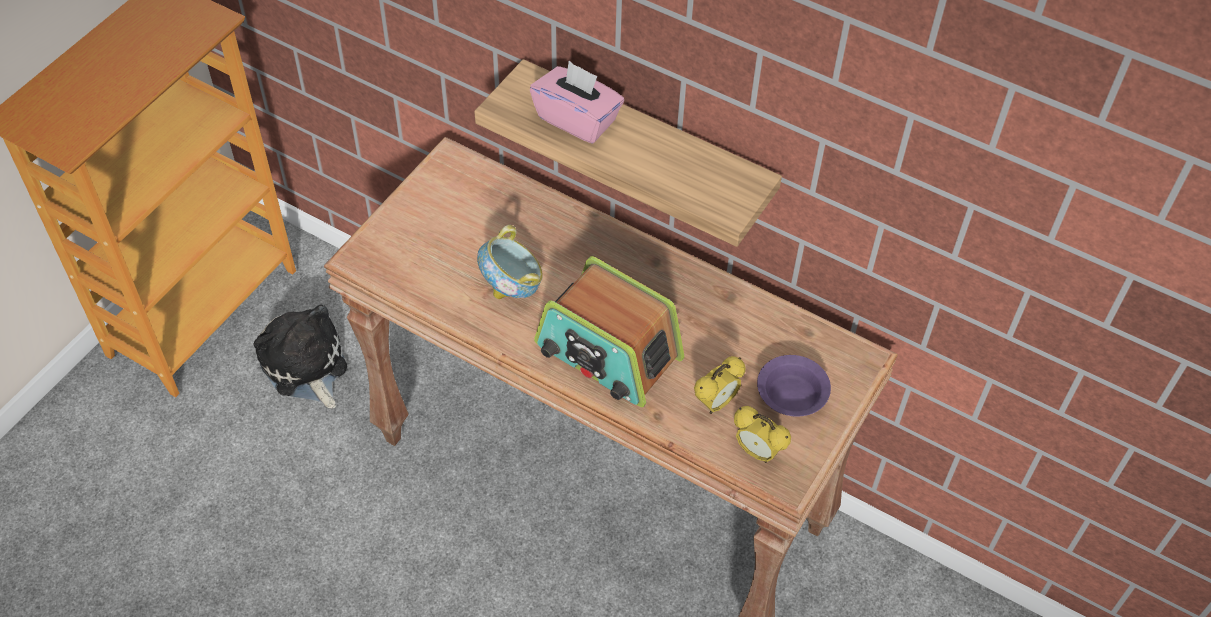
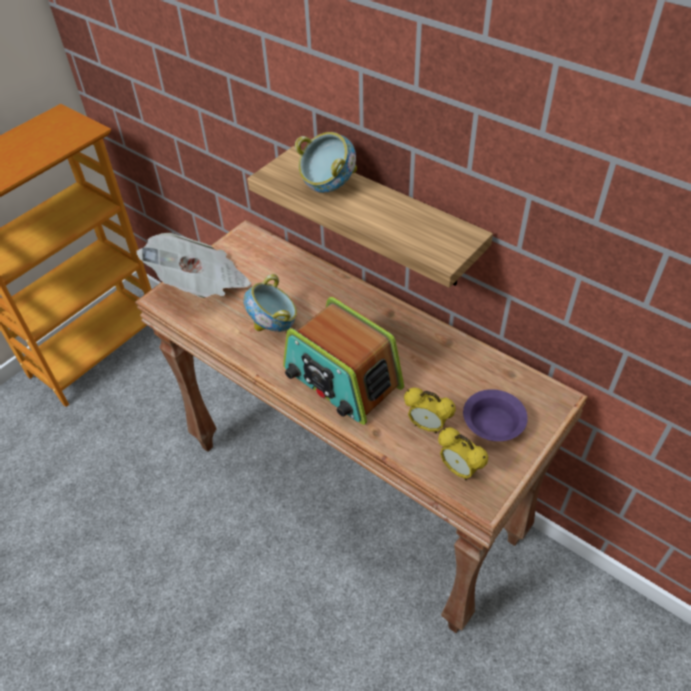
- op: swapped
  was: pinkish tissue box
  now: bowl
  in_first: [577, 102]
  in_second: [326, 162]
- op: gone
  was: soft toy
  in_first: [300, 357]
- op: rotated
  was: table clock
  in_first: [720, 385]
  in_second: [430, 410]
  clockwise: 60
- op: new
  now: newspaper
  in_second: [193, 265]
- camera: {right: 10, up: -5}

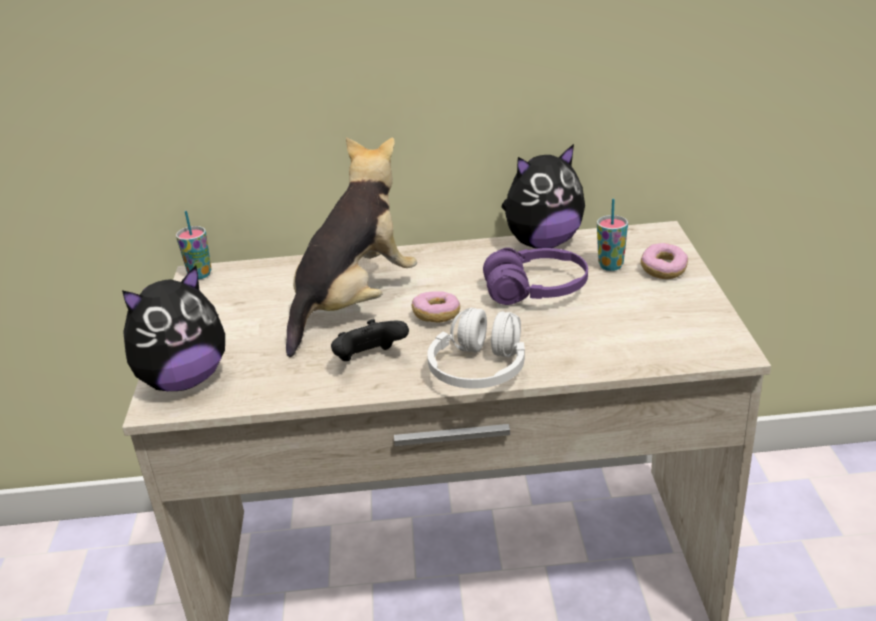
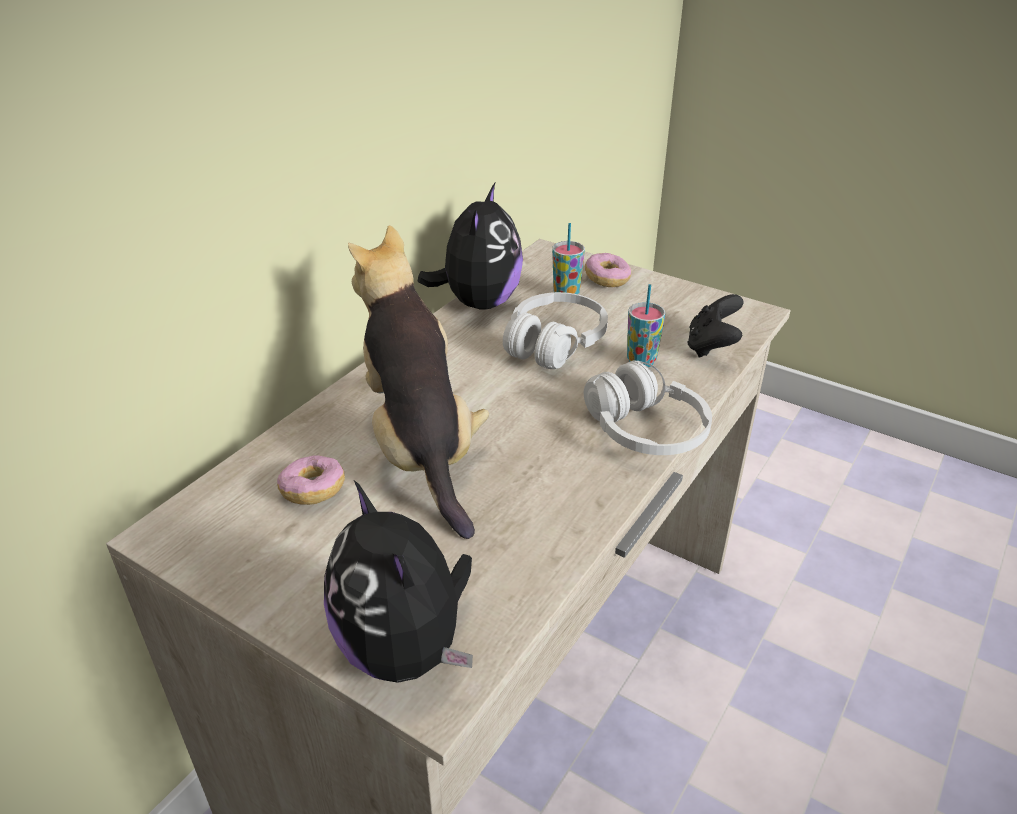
- op: shifted
  was: small cup
  in_first: [193, 245]
  in_second: [646, 325]
- op: repainted
  was: purple-coloured headphones
  now: white headphones
  in_first: [535, 276]
  in_second: [555, 330]
- op: rotated
  was: soft toy
  in_first: [173, 328]
  in_second: [398, 581]
  clockwise: 150
- op: shifted
  was: doughnut
  in_first: [436, 307]
  in_second: [311, 480]
- op: shifted
  was: blackish game controller
  in_first: [370, 340]
  in_second: [715, 326]
- camera: {right: -55, up: 5}

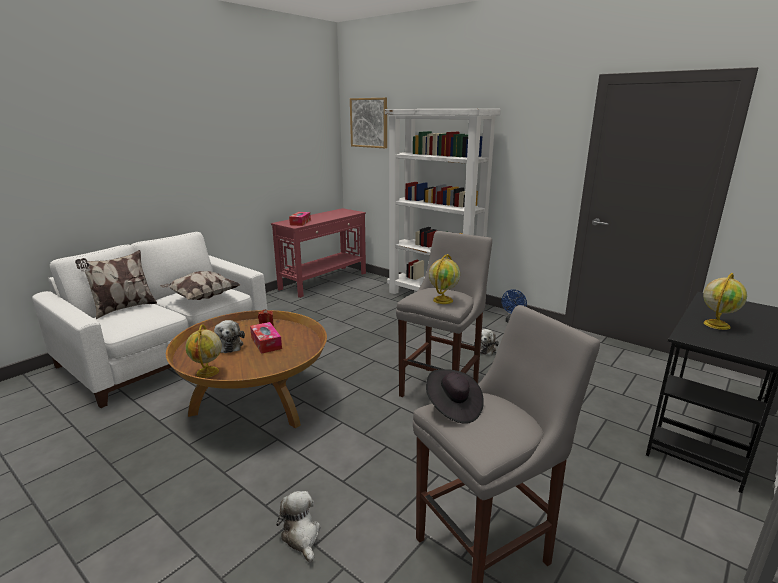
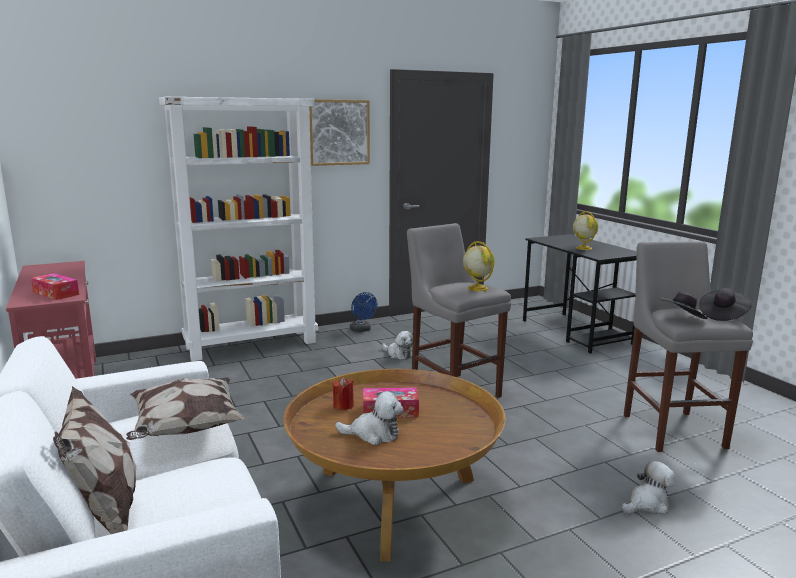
- op: shifted
  was: wall picture
  in_first: [368, 123]
  in_second: [339, 132]
- op: gone
  was: world globe
  in_first: [203, 351]
- op: rotated
  was: soft toy
  in_first: [298, 527]
  in_second: [648, 487]
  clockwise: 150
- op: new
  now: blackish wearable hat
  in_second: [726, 304]
- camera: {right: -65, up: -5}

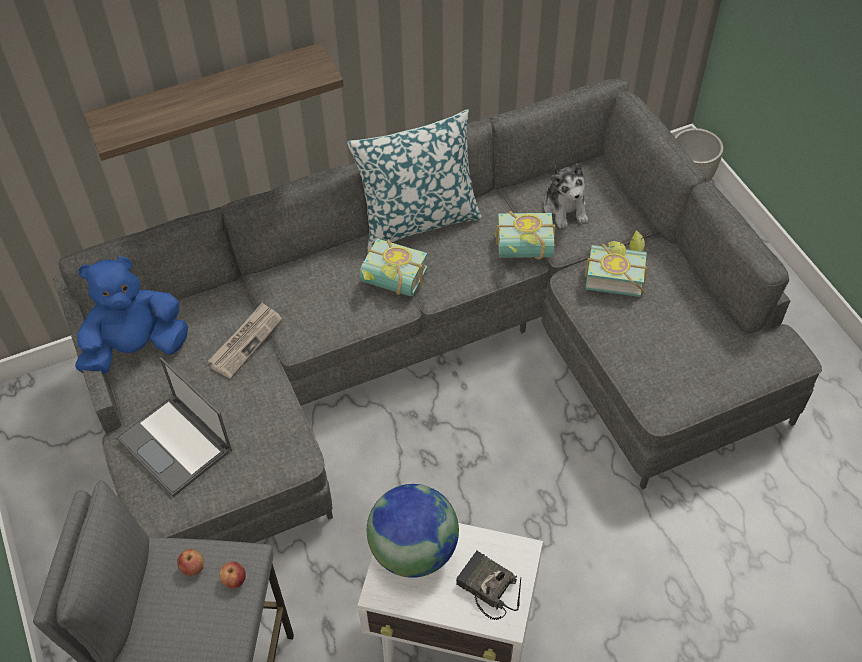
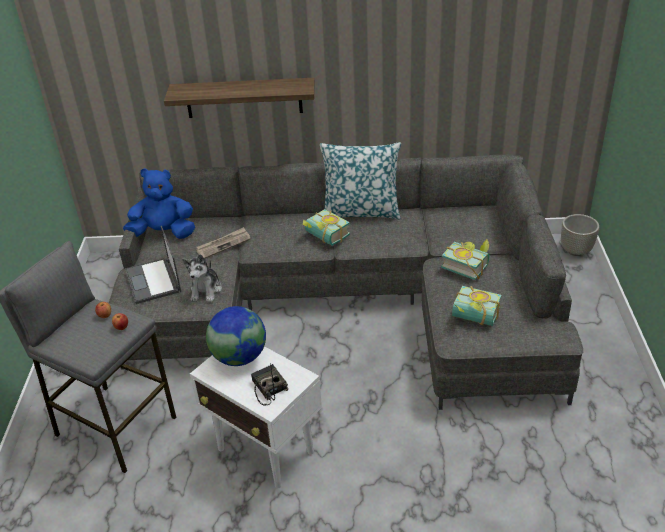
- op: shifted
  was: soft toy
  in_first: [566, 195]
  in_second: [202, 278]
- op: shifted
  was: volume
  in_first: [525, 235]
  in_second: [477, 306]
- camera: {right: 25, up: -15}

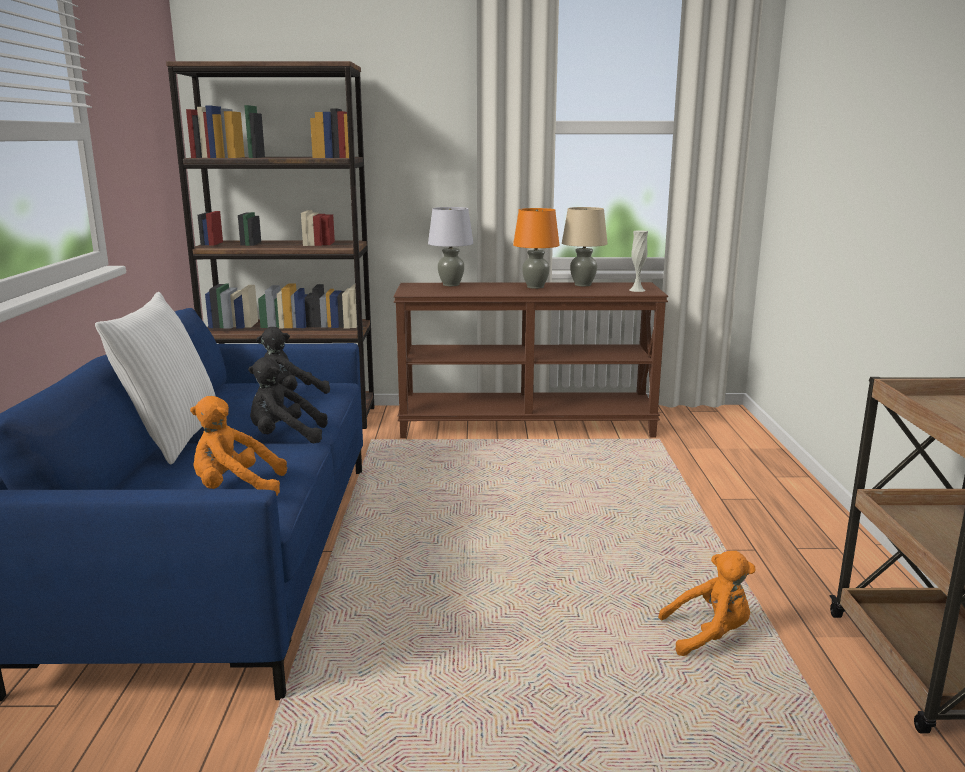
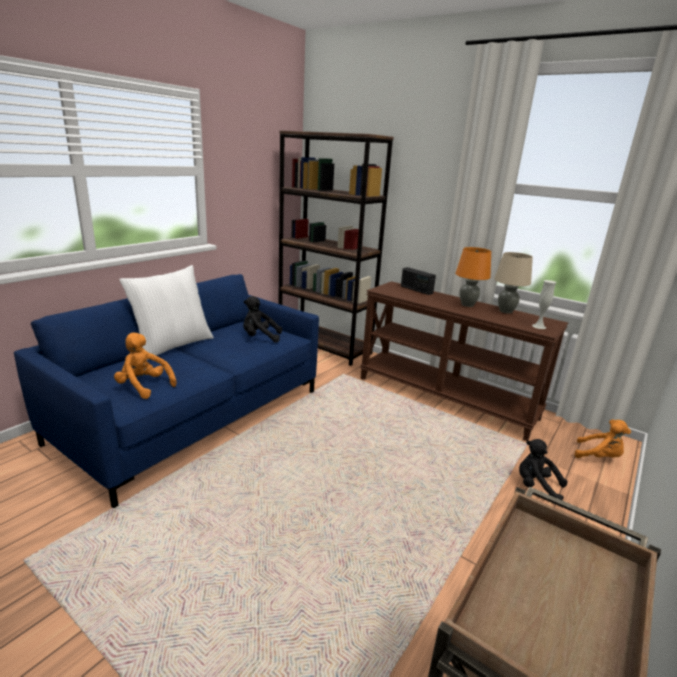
- op: swapped
  was: greyish lamp for a table
  now: radio set
  in_first: [451, 246]
  in_second: [418, 281]
- op: shifted
  was: blackish soft toy
  in_first: [288, 400]
  in_second: [543, 470]
- op: shifted
  was: orangey soft toy
  in_first: [707, 603]
  in_second: [603, 439]
- camera: {right: 35, up: 5}

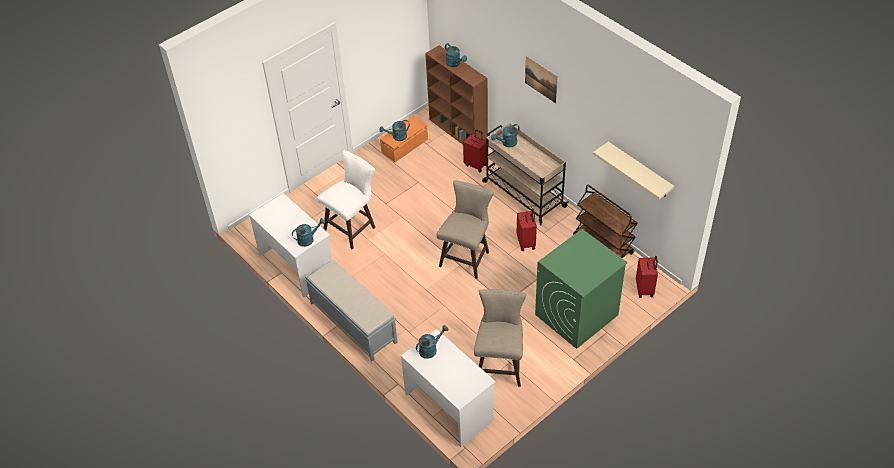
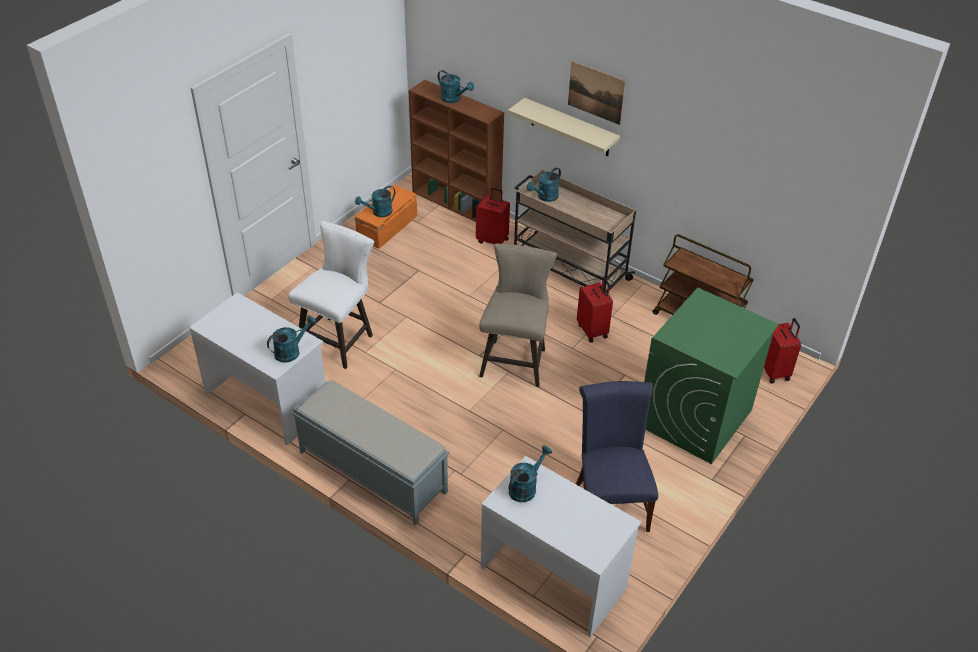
- op: shifted
  was: beige-coloured shelf
  in_first: [633, 170]
  in_second: [564, 127]
- op: swapped
  was: beige-coloured sitting stool
  now: blue-coloured chair
  in_first: [500, 338]
  in_second: [617, 456]
- camera: {right: -15, up: -5}

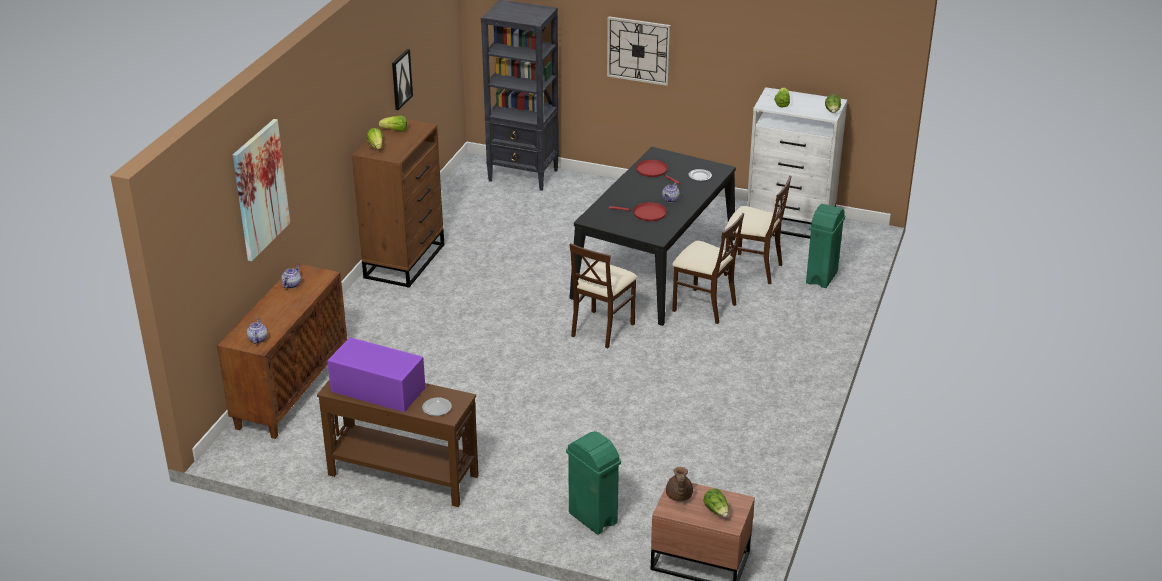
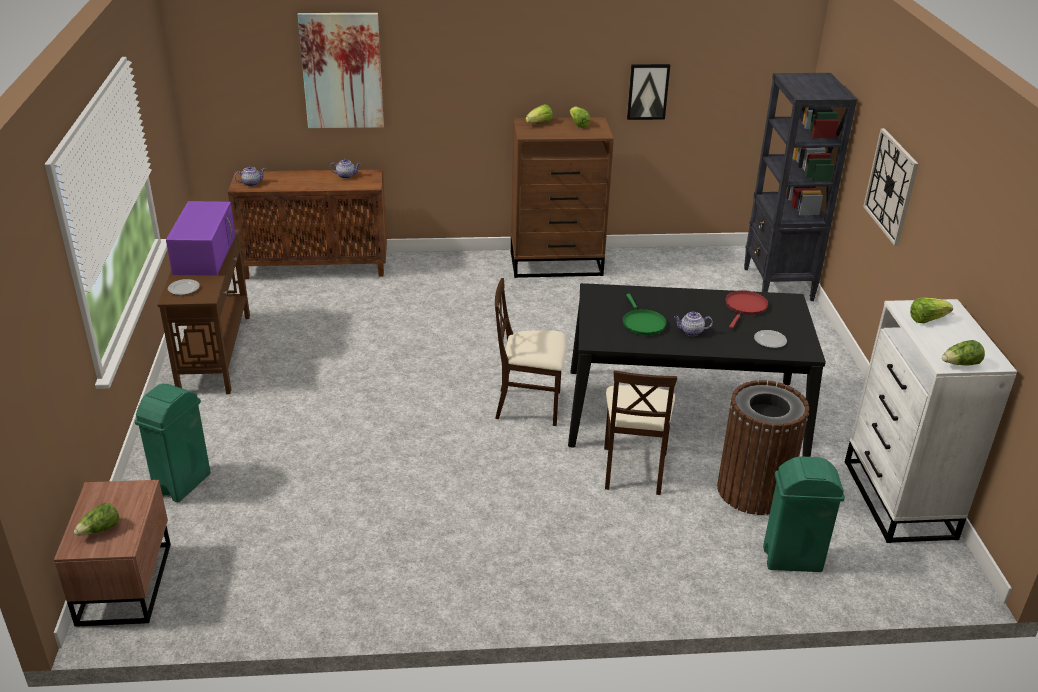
- op: swapped
  was: beige-coloured chair
  now: brown-coloured rubbish bin
  in_first: [758, 229]
  in_second: [763, 447]
- op: repainted
  was: red skillet
  now: greenish skillet
  in_first: [638, 211]
  in_second: [645, 314]
- op: gone
  was: brown-coloured tea pot
  in_first: [679, 484]
- camera: {right: 65, up: 0}

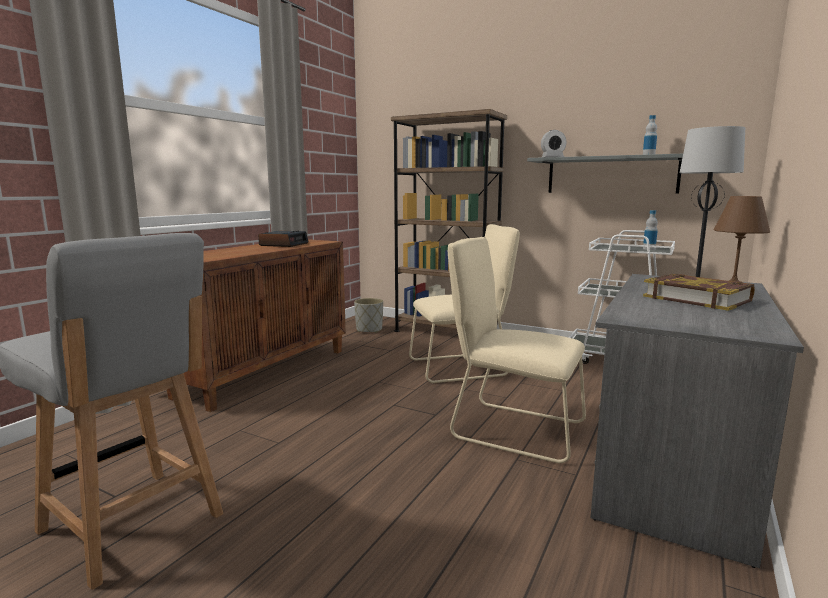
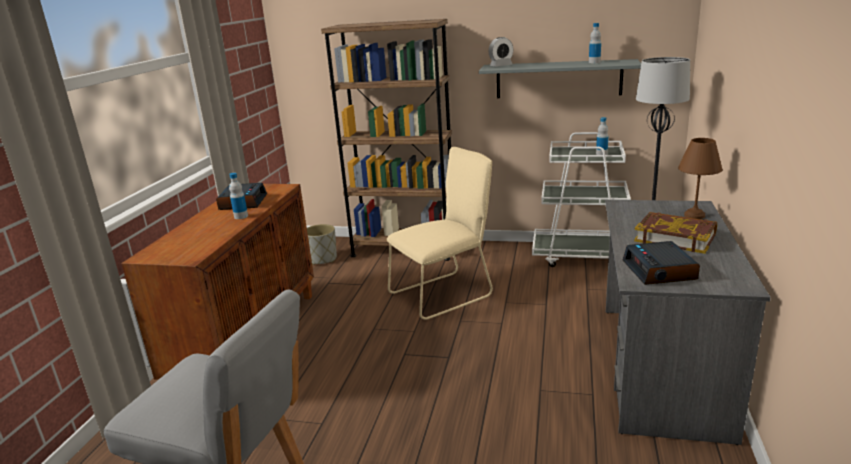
- op: gone
  was: beige-coloured chair
  in_first: [517, 350]
- op: new
  now: beverage bottle
  in_second: [238, 196]
- op: new
  now: table clock
  in_second: [661, 263]
- camera: {right: -15, up: 10}

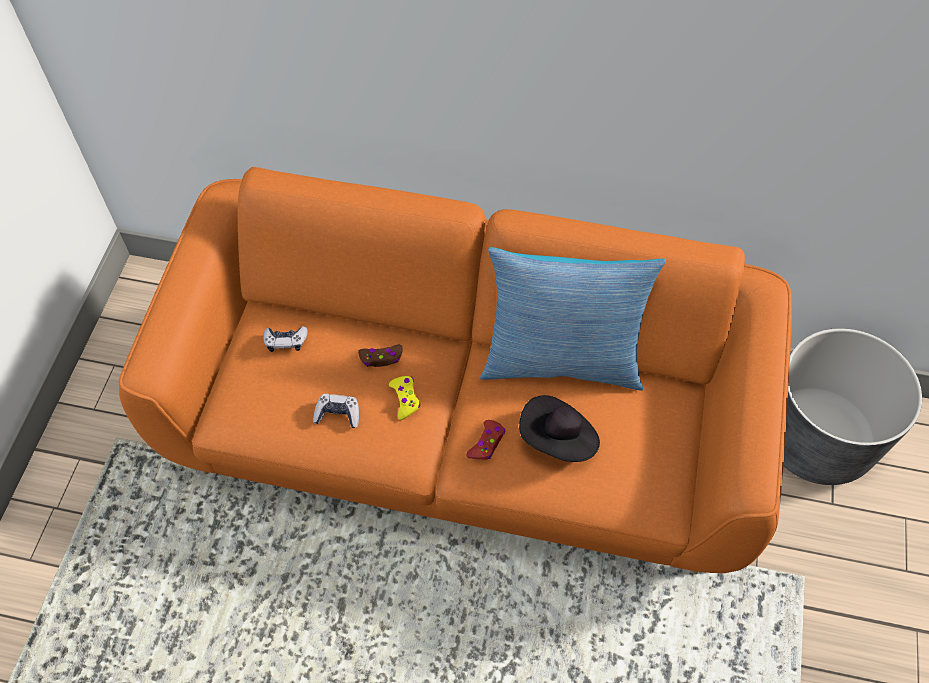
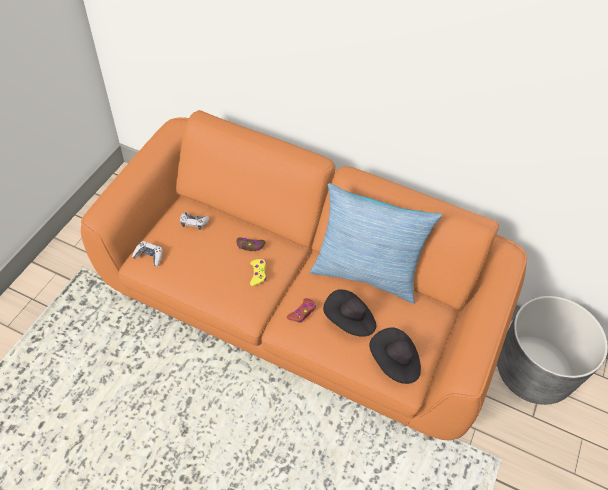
- op: shifted
  was: game controller
  in_first: [336, 411]
  in_second: [147, 253]
- op: new
  now: blackish wearable hat
  in_second: [395, 355]
- camera: {right: 10, up: -5}

